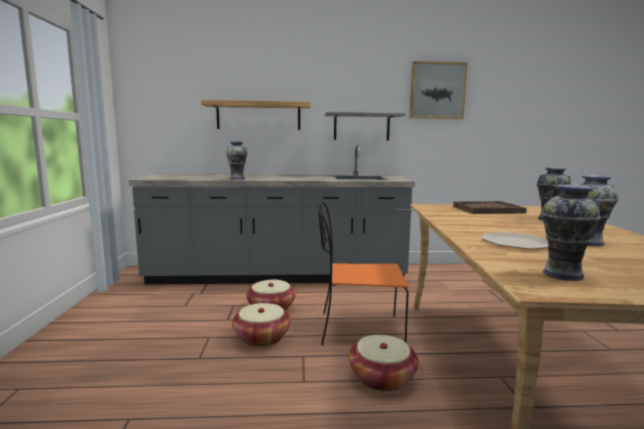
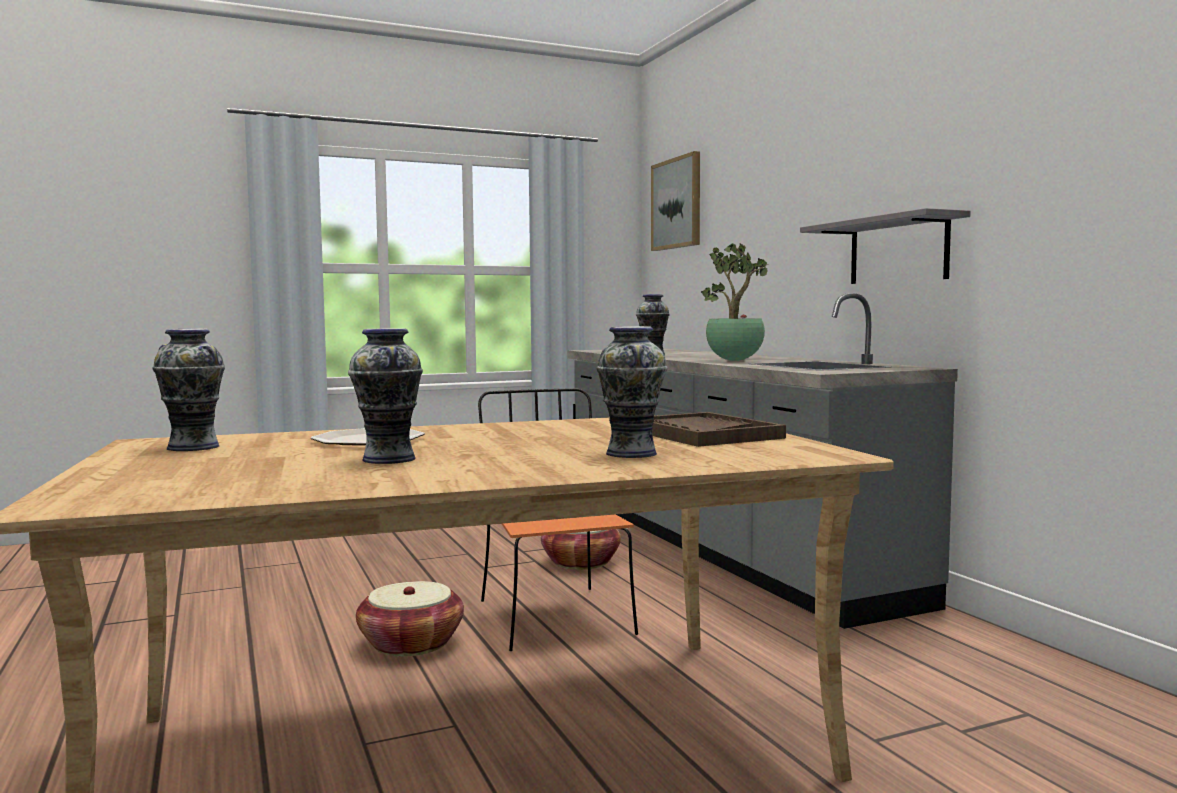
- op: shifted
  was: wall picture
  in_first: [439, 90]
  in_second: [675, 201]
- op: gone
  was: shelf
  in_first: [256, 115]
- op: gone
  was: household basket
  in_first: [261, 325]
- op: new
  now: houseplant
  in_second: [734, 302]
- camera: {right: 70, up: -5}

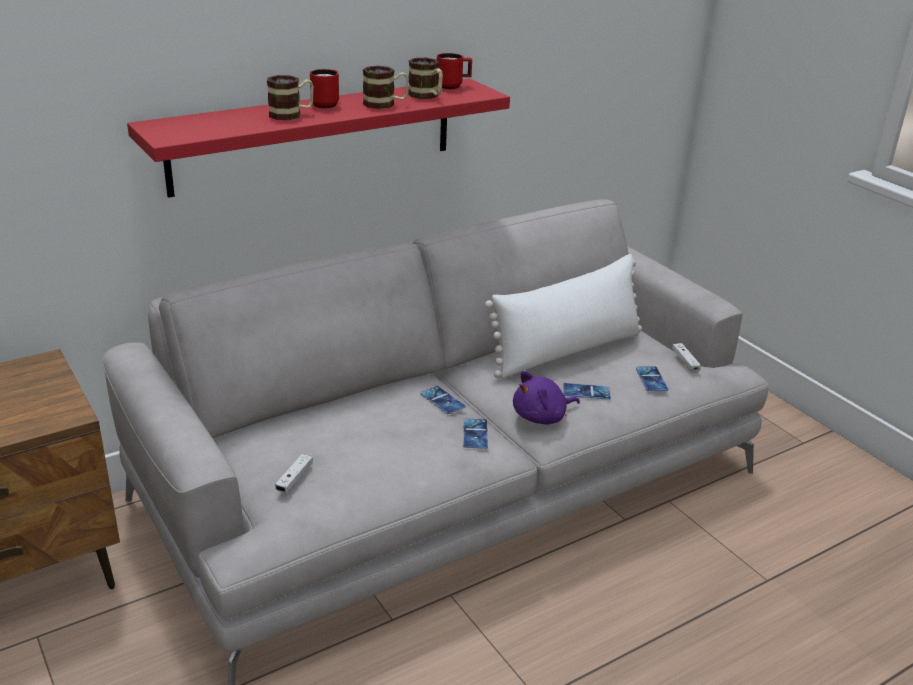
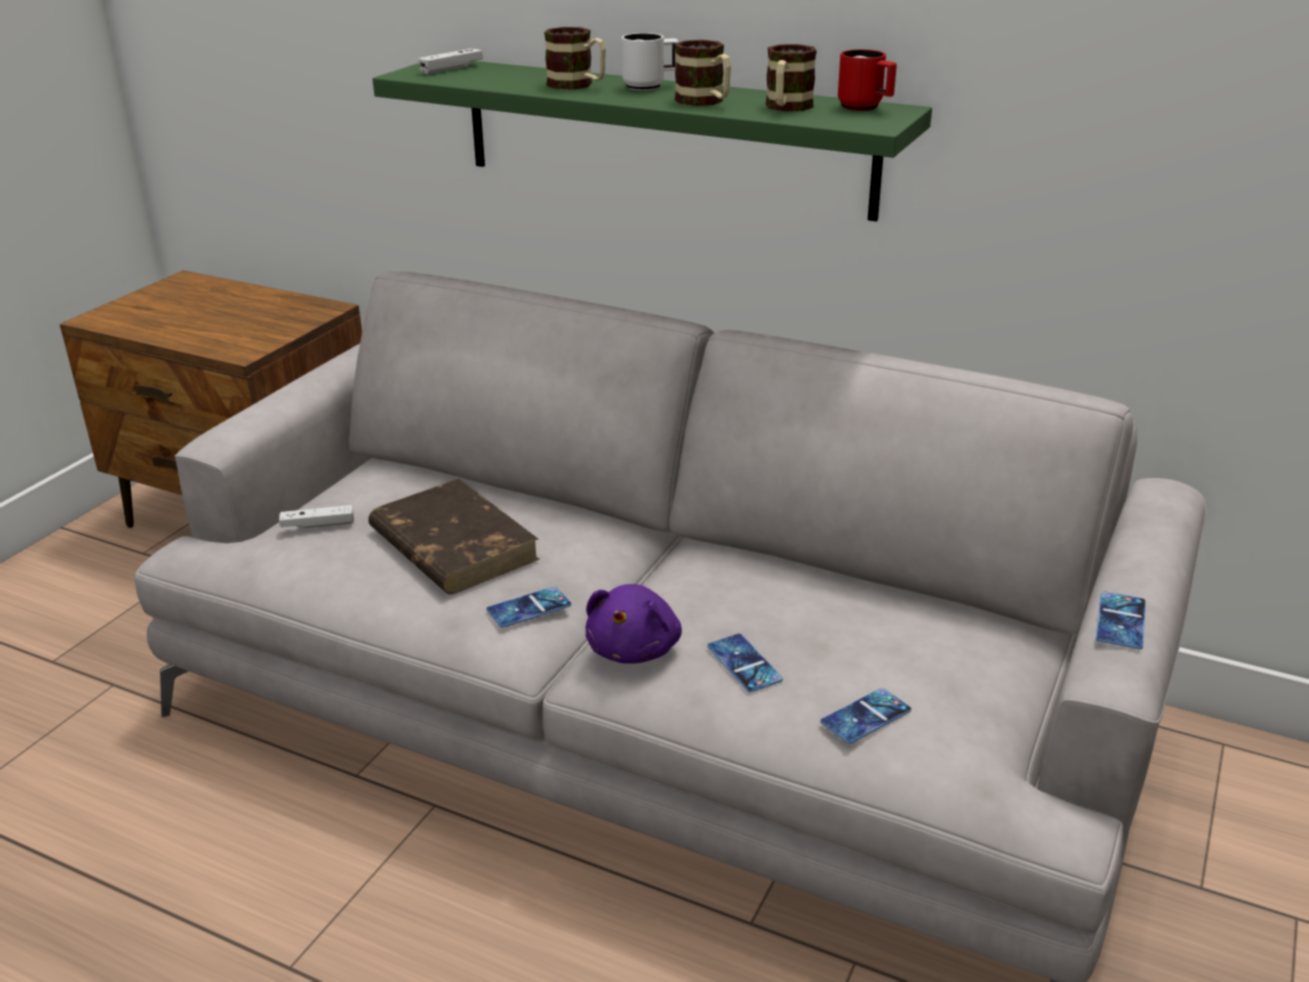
- op: repainted
  was: red mug
  now: white mug
  in_first: [324, 88]
  in_second: [650, 62]
- op: repainted
  was: red shelf
  now: greenish shelf
  in_first: [318, 138]
  in_second: [652, 141]
- op: gone
  was: white cushion
  in_first: [563, 316]
- op: shifted
  was: white game controller
  in_first: [686, 358]
  in_second: [450, 61]
- op: rotated
  was: purple-coloured soft toy
  in_first: [546, 397]
  in_second: [634, 624]
  clockwise: -105
- op: shifted
  was: phone
  in_first: [443, 400]
  in_second: [1121, 620]
- op: new
  now: brown-coloured volume
  in_second: [454, 536]
- camera: {right: 60, up: 0}

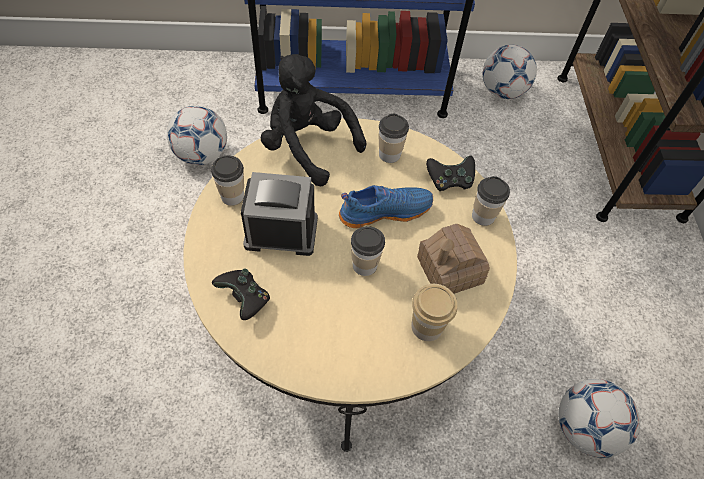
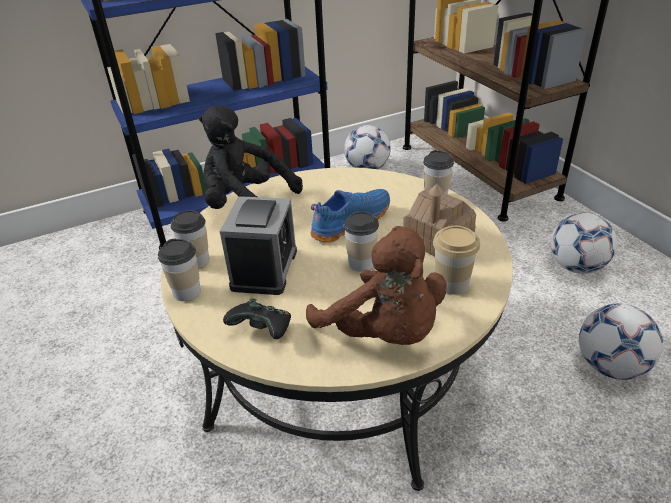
- op: shifted
  was: ball for football
  in_first: [197, 135]
  in_second: [583, 243]
- op: shifted
  was: small cup
  in_first: [394, 138]
  in_second: [179, 270]
- op: gone
  was: blackish game controller
  in_first: [450, 173]
- op: rotated
  was: table clock
  in_first: [279, 214]
  in_second: [258, 245]
  clockwise: 120
- op: new
  now: brown-coloured soft toy
  in_second: [376, 285]
- camera: {right: -20, up: -20}

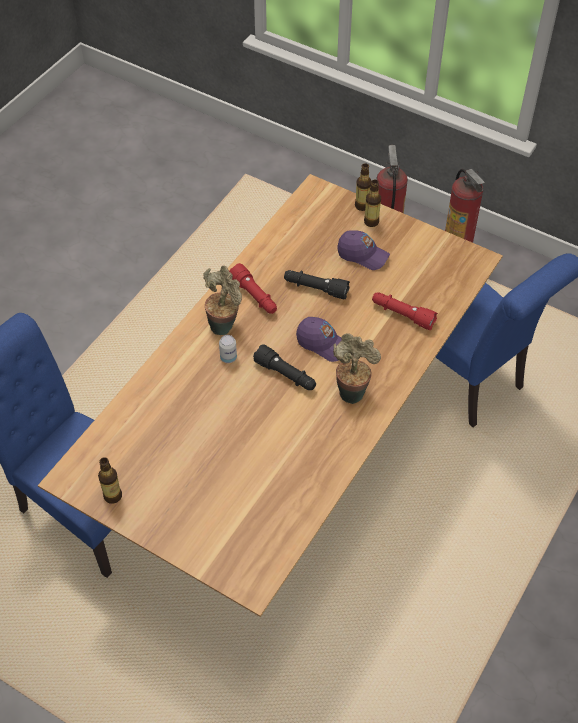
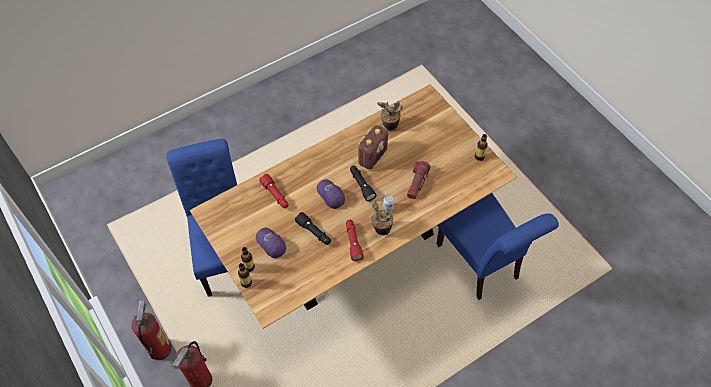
- op: shifted
  was: houseplant
  in_first: [357, 368]
  in_second: [390, 116]
- op: new
  now: radio set
  in_second: [373, 147]
- op: new
  now: torch
  in_second: [418, 180]
- camera: {right: -155, up: 5}

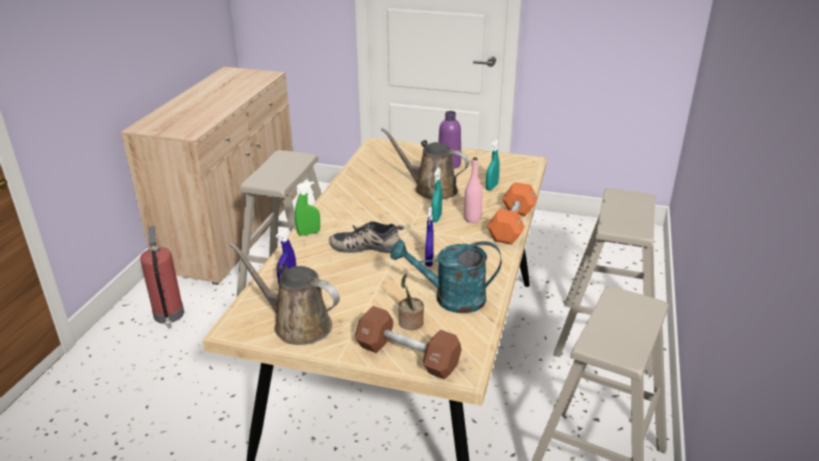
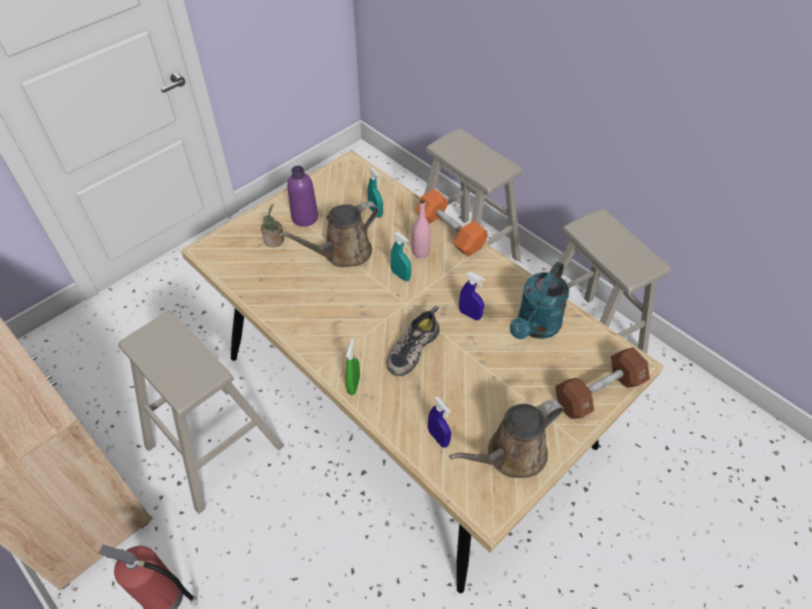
- op: shifted
  was: houseplant
  in_first: [411, 301]
  in_second: [272, 225]
- camera: {right: -60, up: 20}

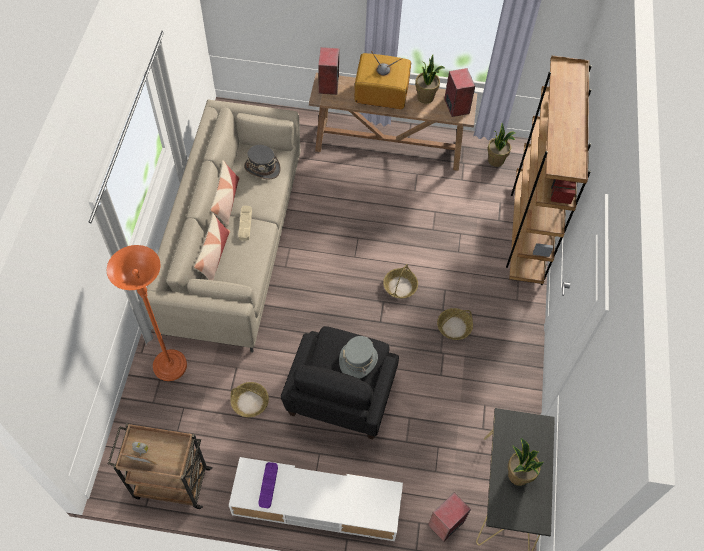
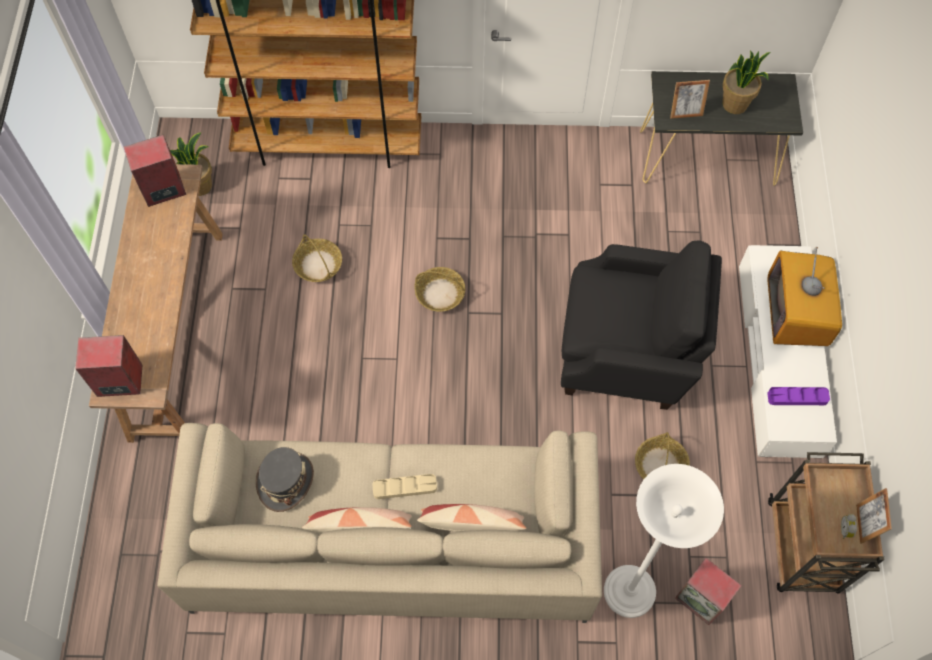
- op: shifted
  was: TV
  in_first: [382, 80]
  in_second: [805, 296]
- op: gone
  was: houseplant
  in_first: [430, 79]
- op: repainted
  was: orangey floor lamp
  now: white floor lamp
  in_first: [147, 313]
  in_second: [664, 541]
- op: shifted
  was: household basket
  in_first: [455, 324]
  in_second: [317, 258]
- op: gone
  was: greyish wearable hat
  in_first: [358, 357]
- op: shifted
  was: loudspeaker
  in_first: [449, 517]
  in_second: [708, 591]
- op: new
  now: photo frame
  in_second: [690, 99]
- camera: {right: -95, up: 5}

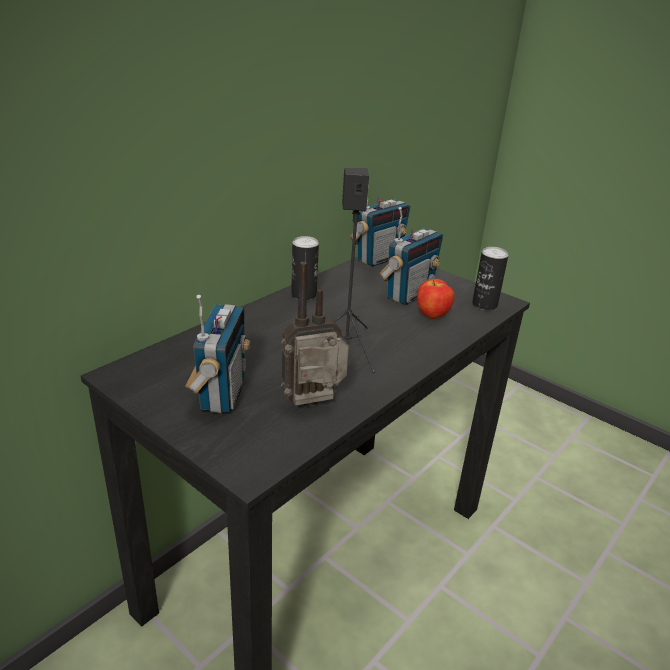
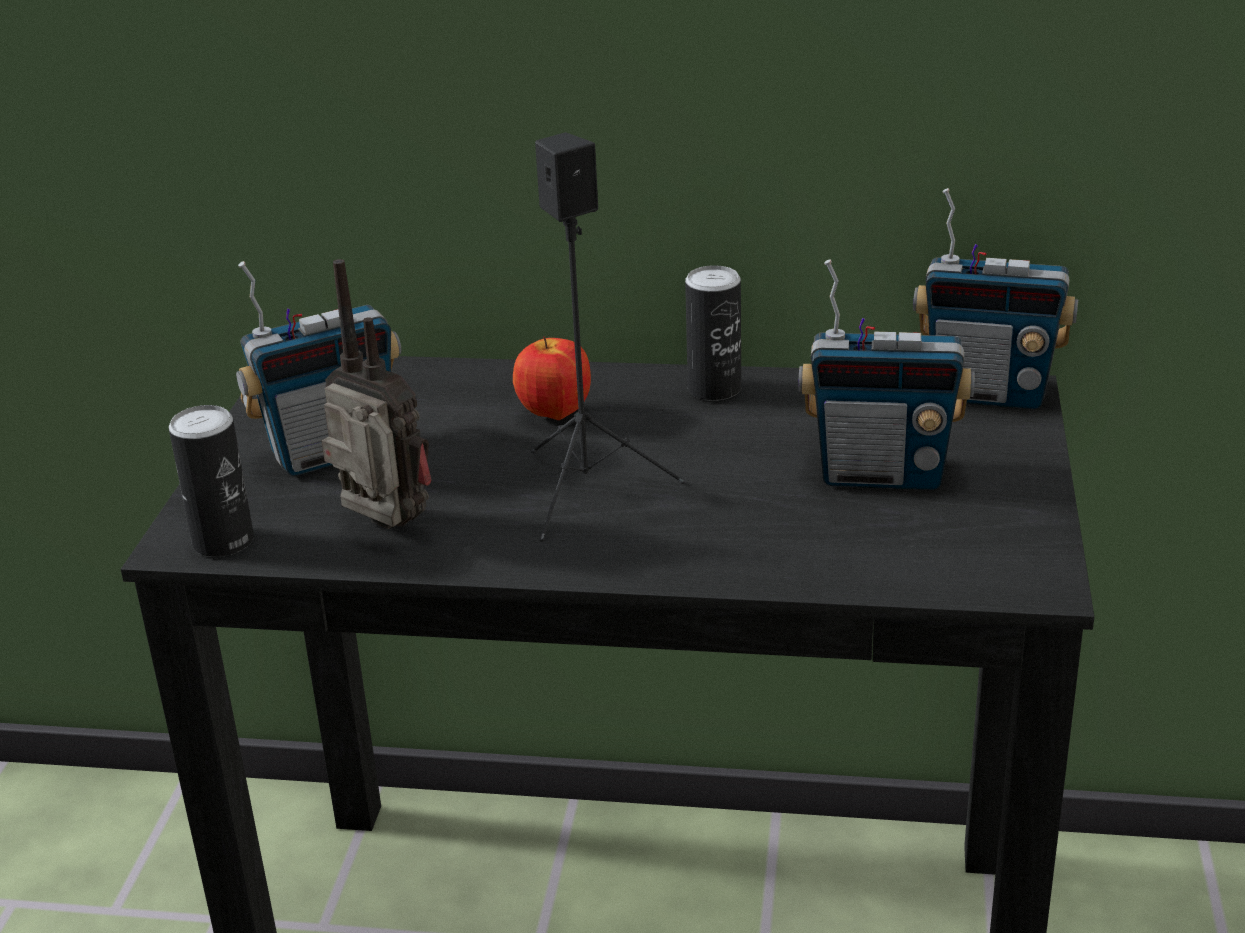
- op: shifted
  was: metal can
  in_first: [490, 278]
  in_second: [211, 481]
- op: shifted
  was: whole apple
  in_first: [435, 299]
  in_second: [552, 378]
- camera: {right: 60, up: 0}

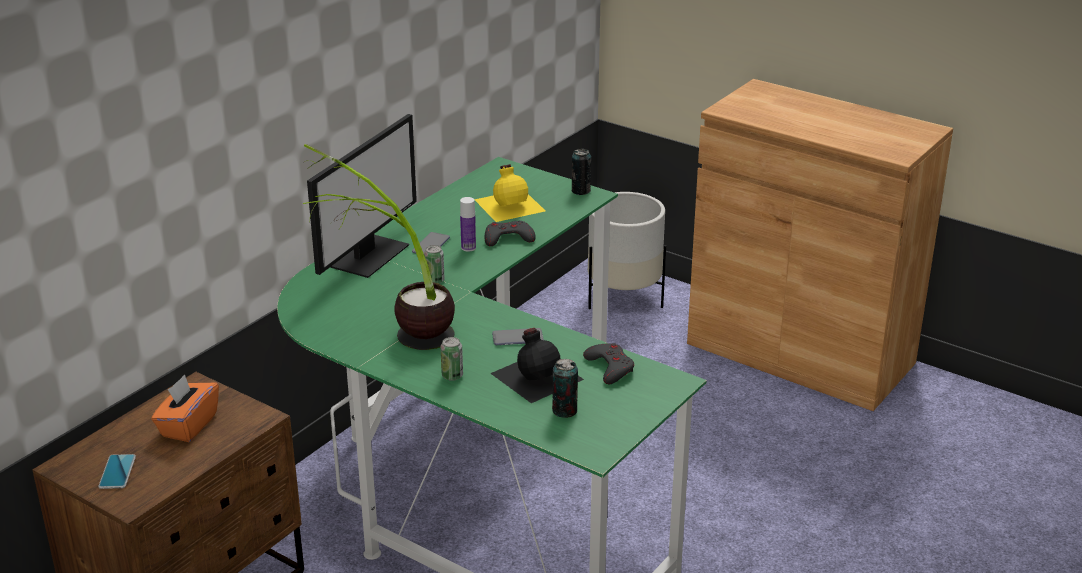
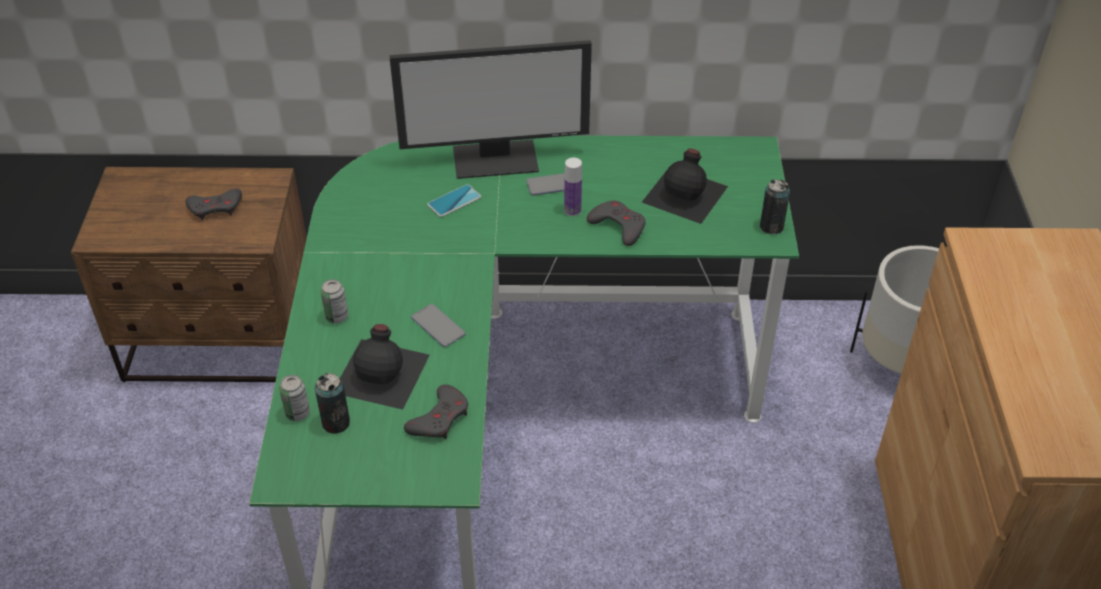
- op: gone
  was: houseplant
  in_first: [379, 247]
- op: repainted
  was: yellow-coloured beverage bottle
  now: blackish beverage bottle
  in_first: [509, 193]
  in_second: [685, 186]
- op: shifted
  was: metal can
  in_first: [434, 264]
  in_second: [294, 398]
- op: swapped
  was: orangey tissue box
  now: greyish game controller
  in_first: [185, 408]
  in_second: [213, 204]
- op: shifted
  was: phone
  in_first: [117, 471]
  in_second: [454, 200]
- camera: {right: 55, up: 15}

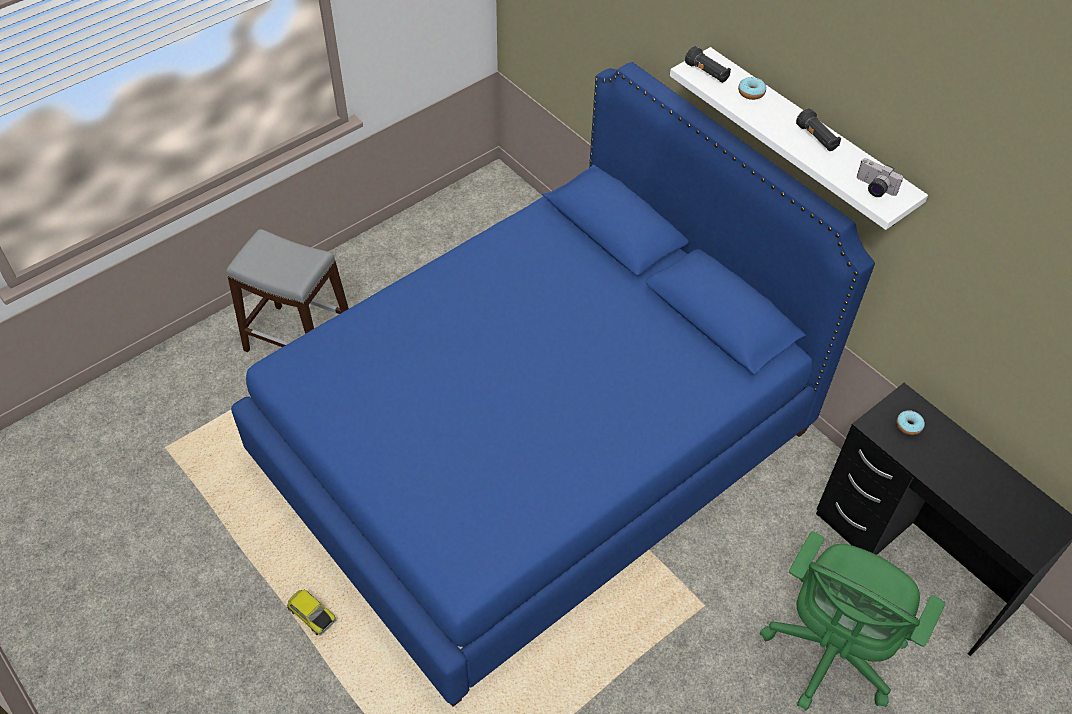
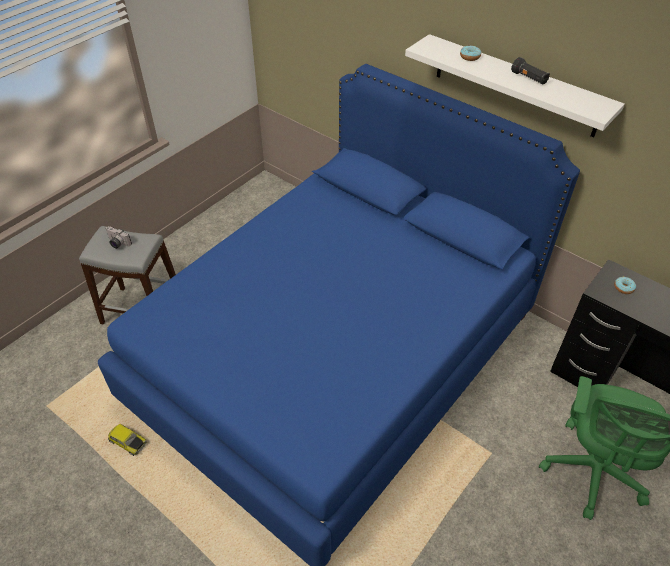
- op: gone
  was: blackish torch
  in_first: [708, 64]
- op: shifted
  was: still camera
  in_first: [880, 177]
  in_second: [119, 237]
- op: shifted
  was: toy car
  in_first: [311, 613]
  in_second: [127, 440]
- camera: {right: -10, up: -5}

